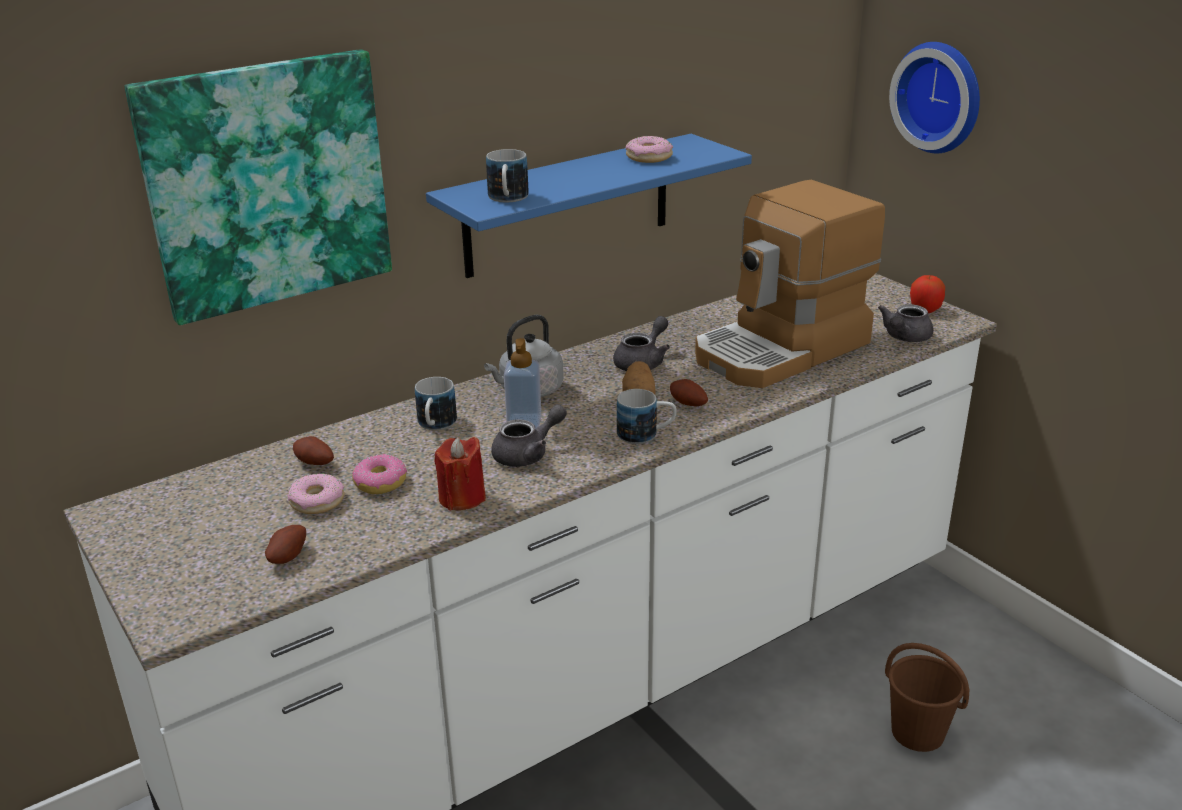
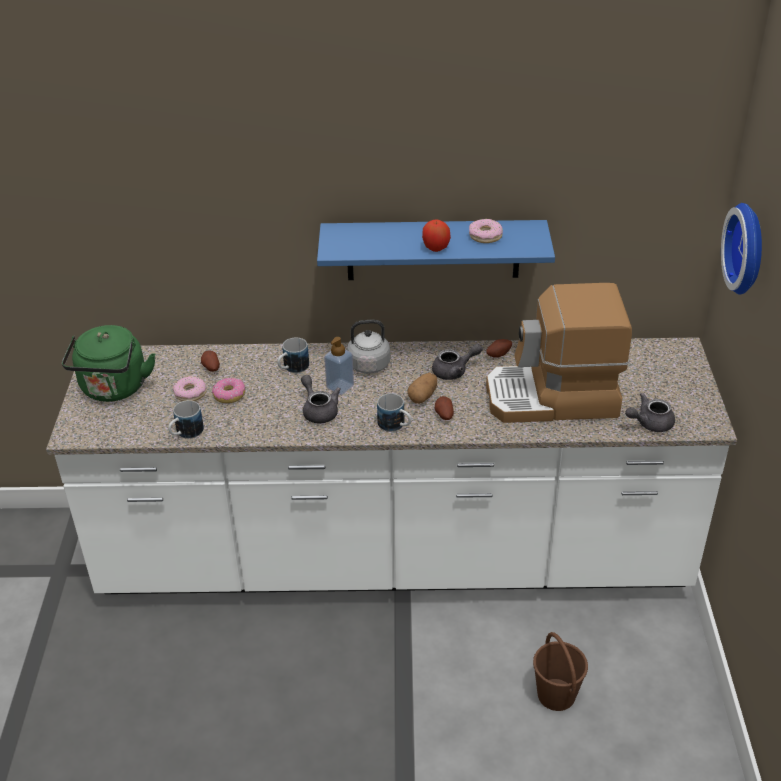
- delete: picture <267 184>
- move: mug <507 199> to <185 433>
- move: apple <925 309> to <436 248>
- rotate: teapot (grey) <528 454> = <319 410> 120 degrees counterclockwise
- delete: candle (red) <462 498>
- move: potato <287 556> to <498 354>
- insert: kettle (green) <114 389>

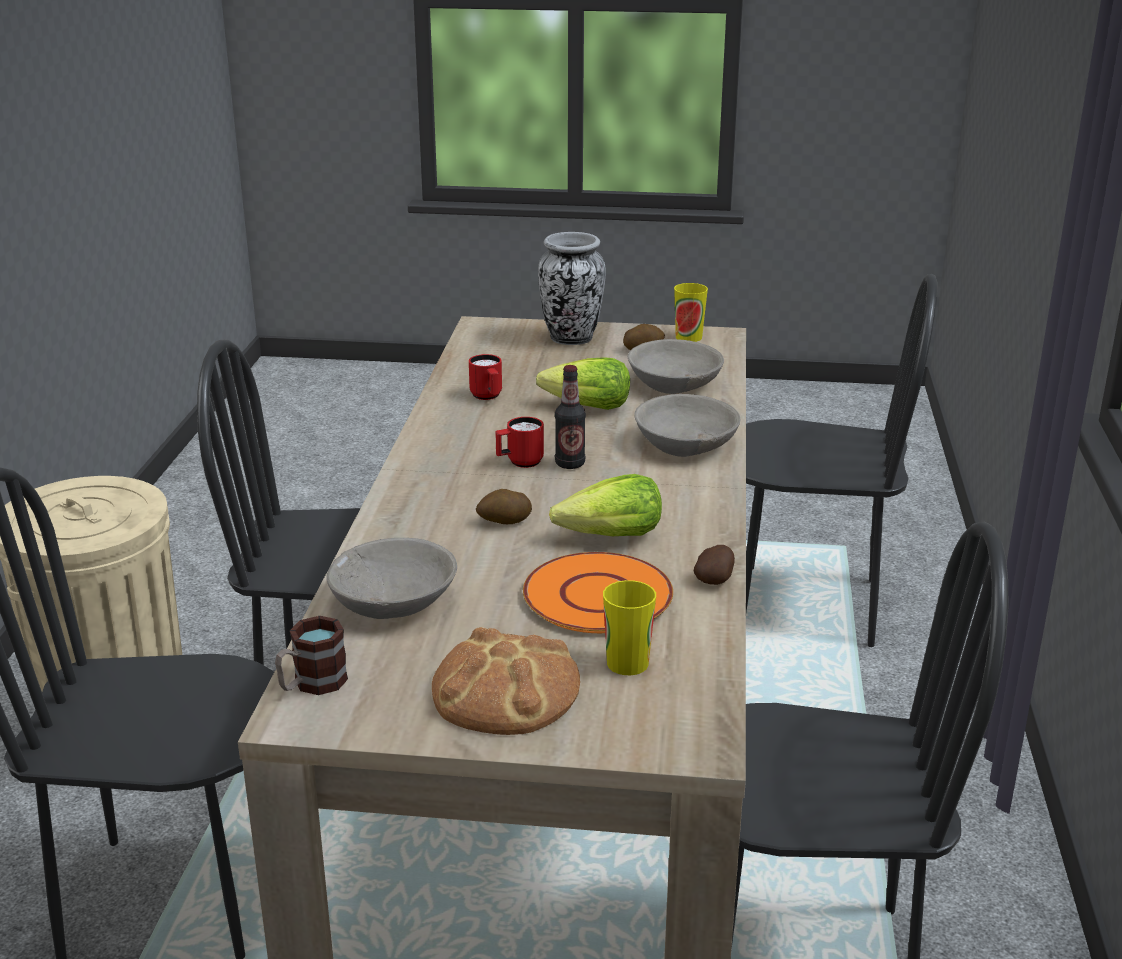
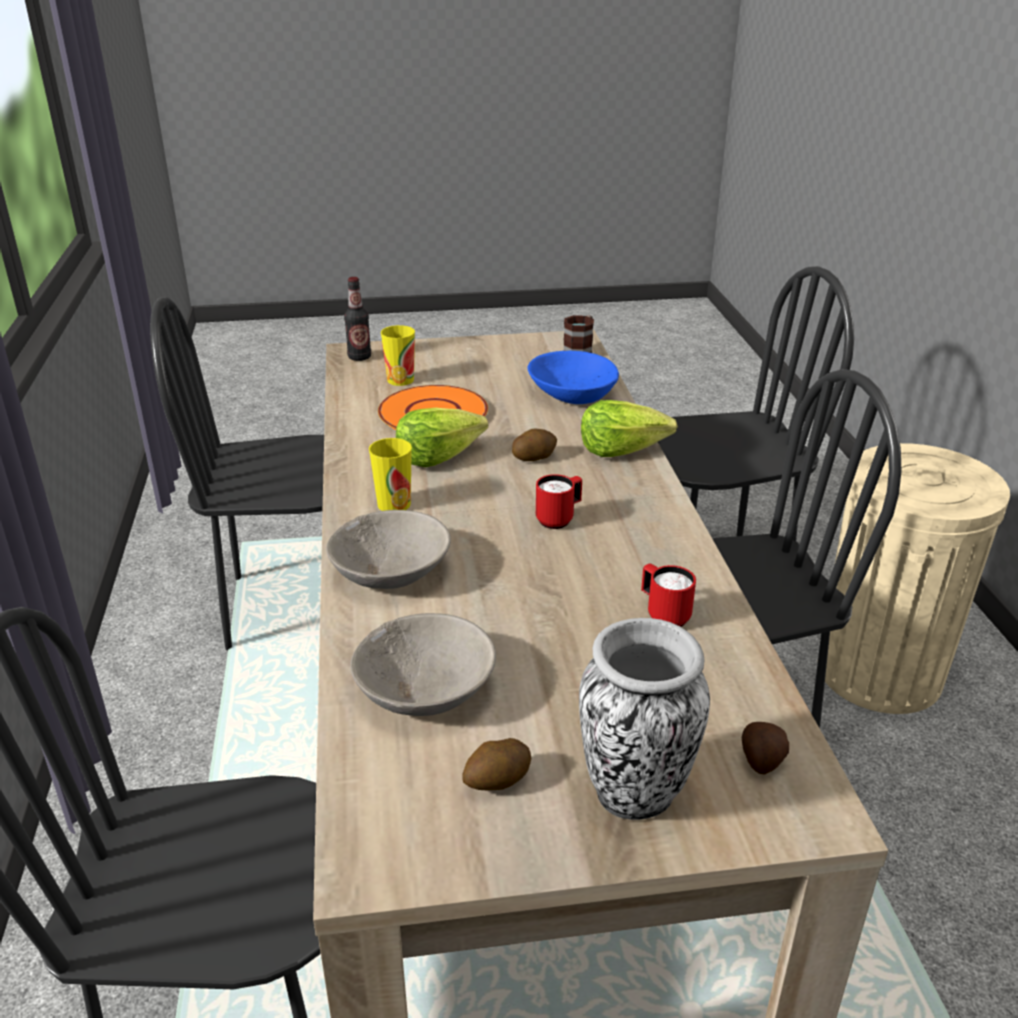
- move: cup <688 337> to <394 504>
- move: lettuce <587 407> to <621 449>
- move: bottle <570 464> to <359 357>
- recolor: bowl (grey) <394 601> to bowl (blue) <572 393>
- move: potato <715 580> to <761 761>
- delete: bread <505 690>

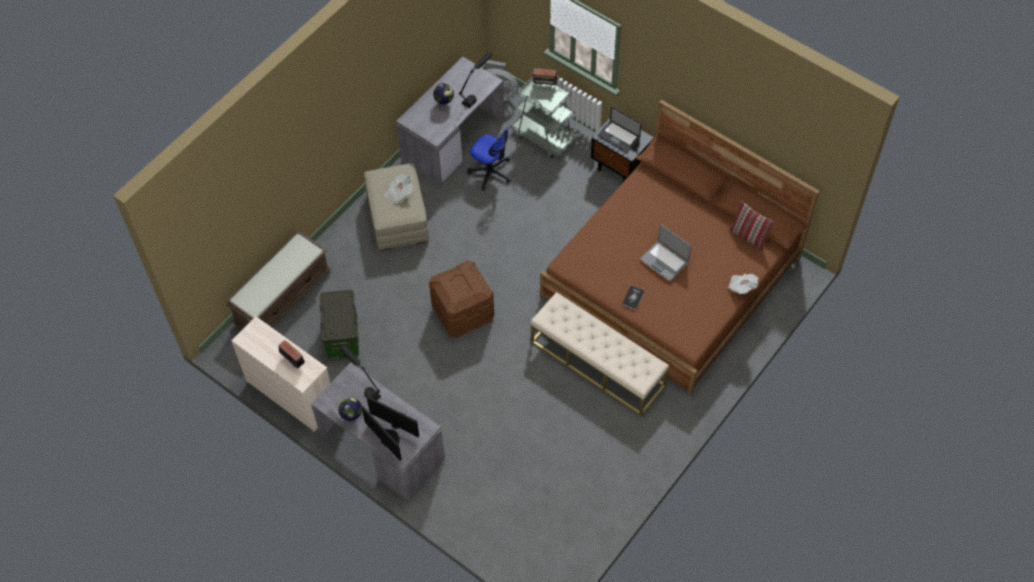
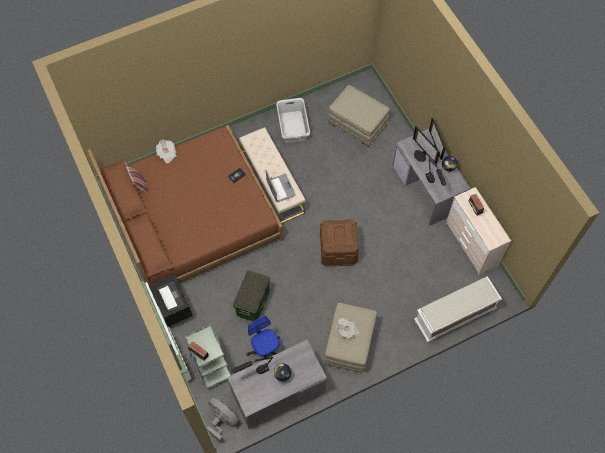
- move: laptop <664 261> to <280 188>
- recolor: bench (brown) <283 297> to bench (white) <454 316>
- move: storage box <342 336> to <253 304>
- insert: ottoman (beige) <358 123>
- insert: laundry basket (grey) <293 126>

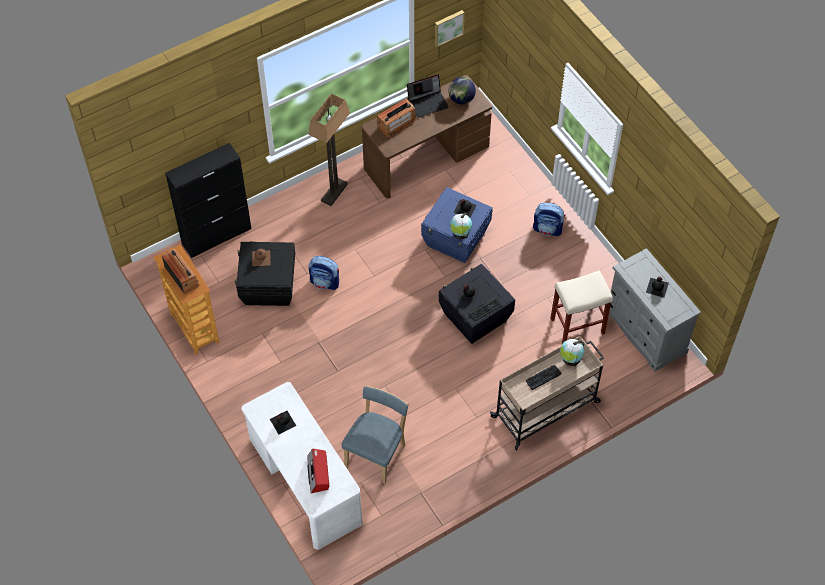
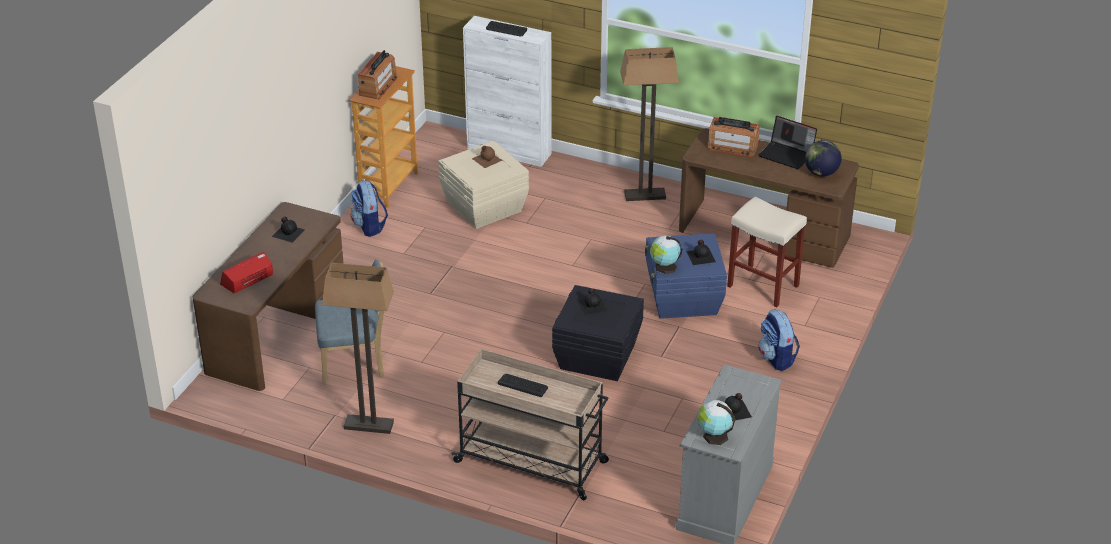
- delete: picture <448 27>
- recolor: cabinet (black) <217 235> to cabinet (white) <509 151>
- recolor: storage box (black) <268 287> to storage box (beige) <483 207>
- move: backpack <325 282> to <369 226>
- move: stool (beige) <577 326> to <762 286>
- move: keyboard <485 309> to <506 29>
- move: globe <570 359> to <714 436>
- recolor: desk (white) <304 482> to desk (brown) <276 330>
- insert: floor lamp <369 425>

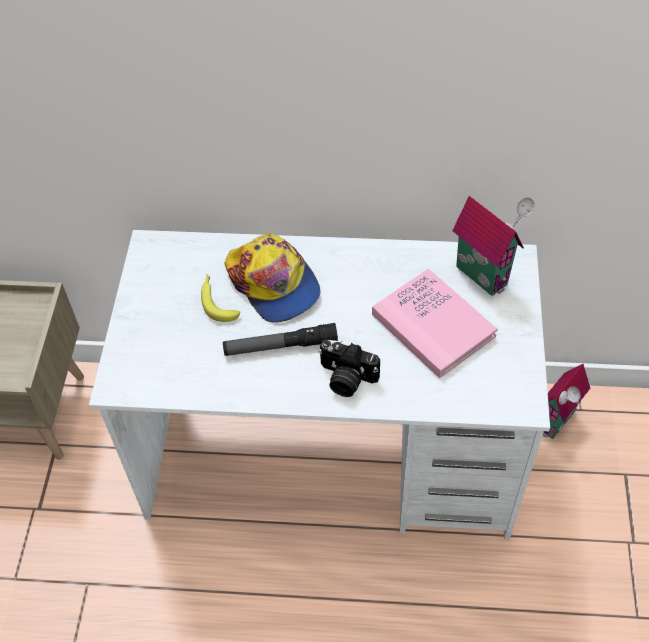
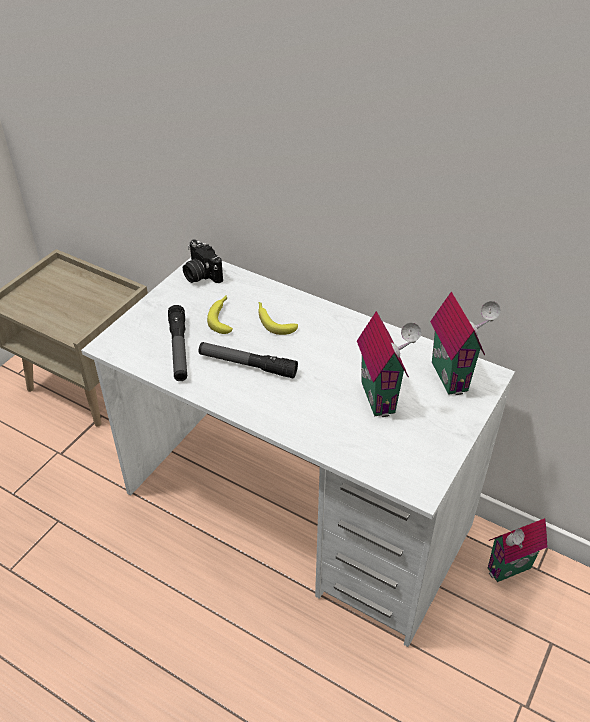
- replace: cap <274 284> to banana <273 321>
- replace: book (pink) <433 325> to toy house <381 397>
- move: photo camera <346 379> to <200 275>
- insert: flashlight <179 349>

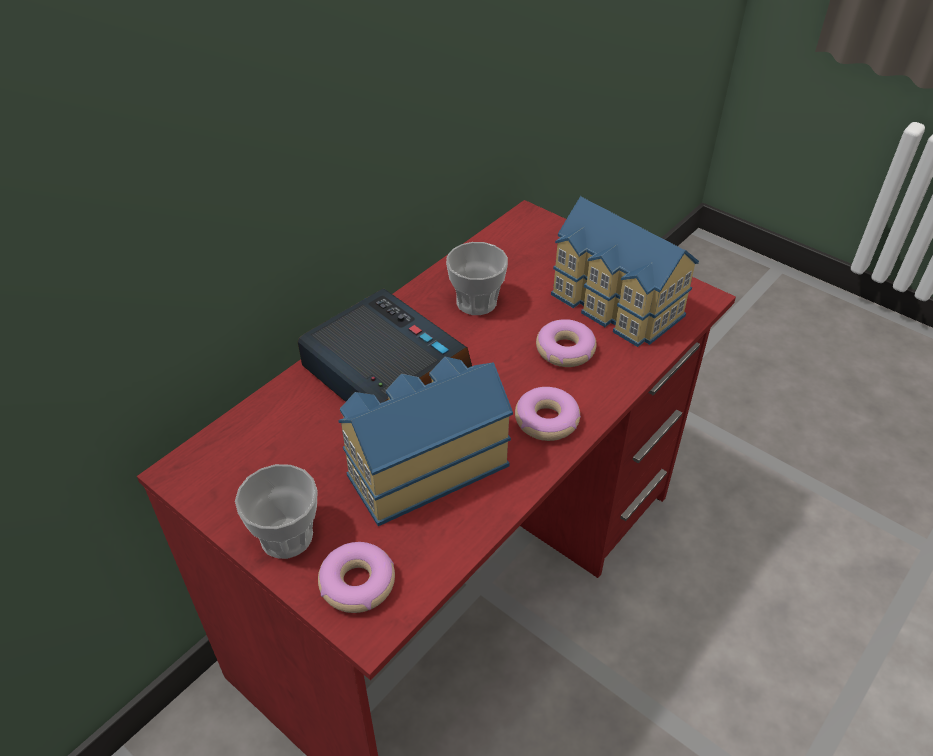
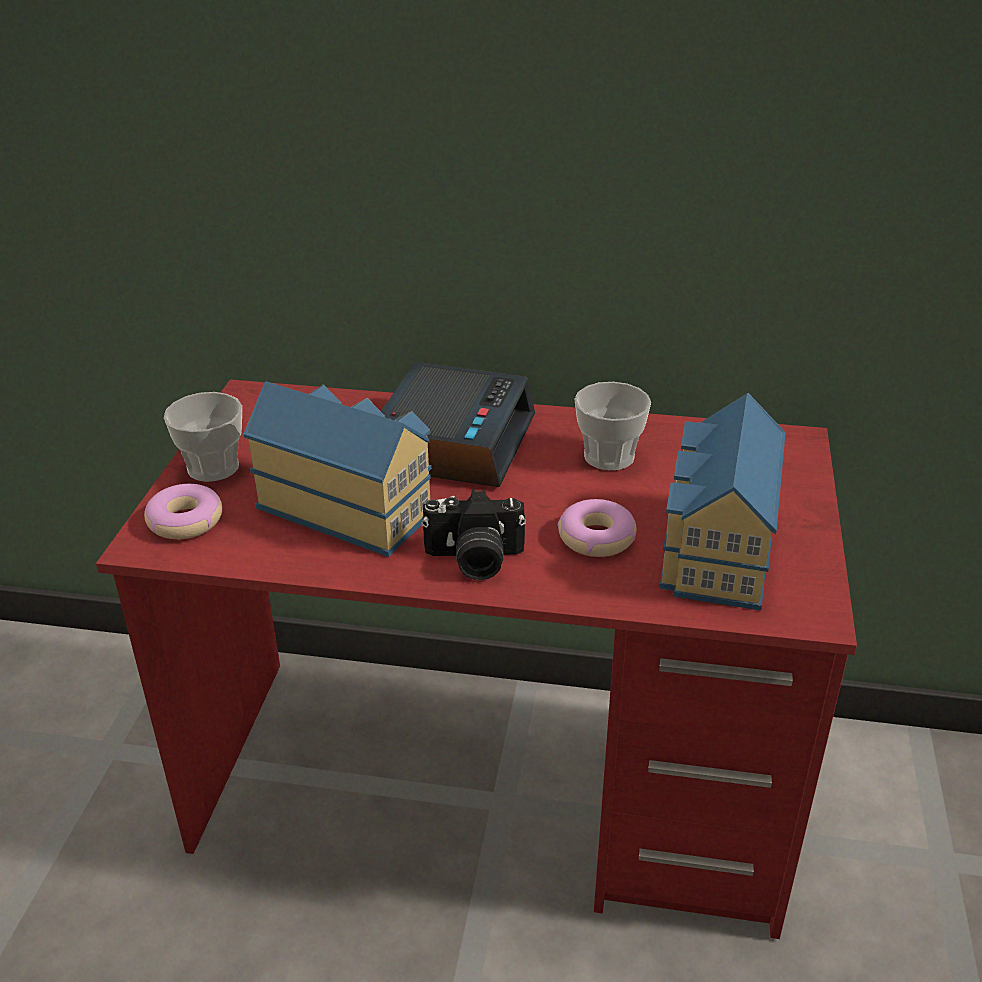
- replace: donut <547 420> to photo camera <474 560>

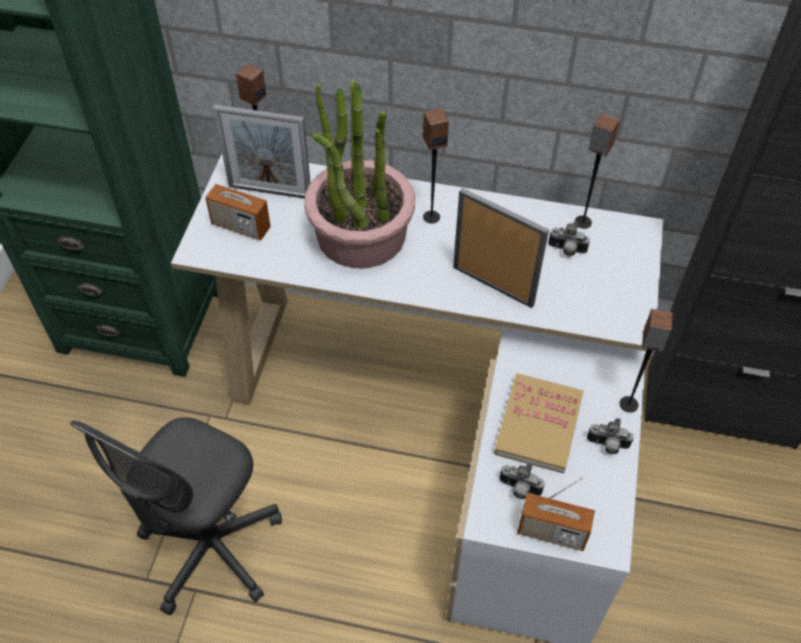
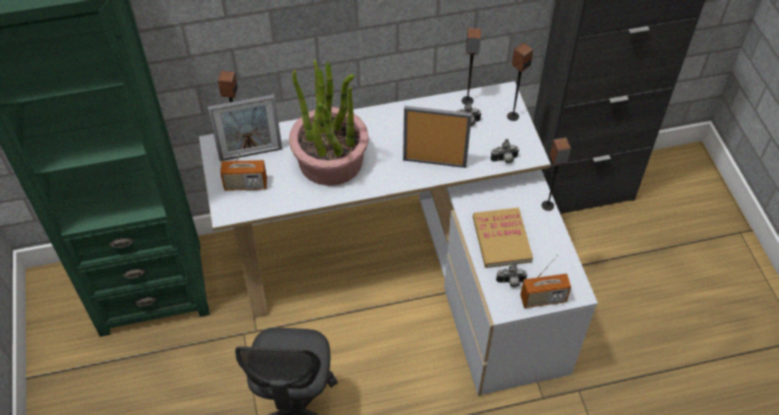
- move: speaker <431 216> to <512 116>
- move: photo camera <607 446> to <504 160>

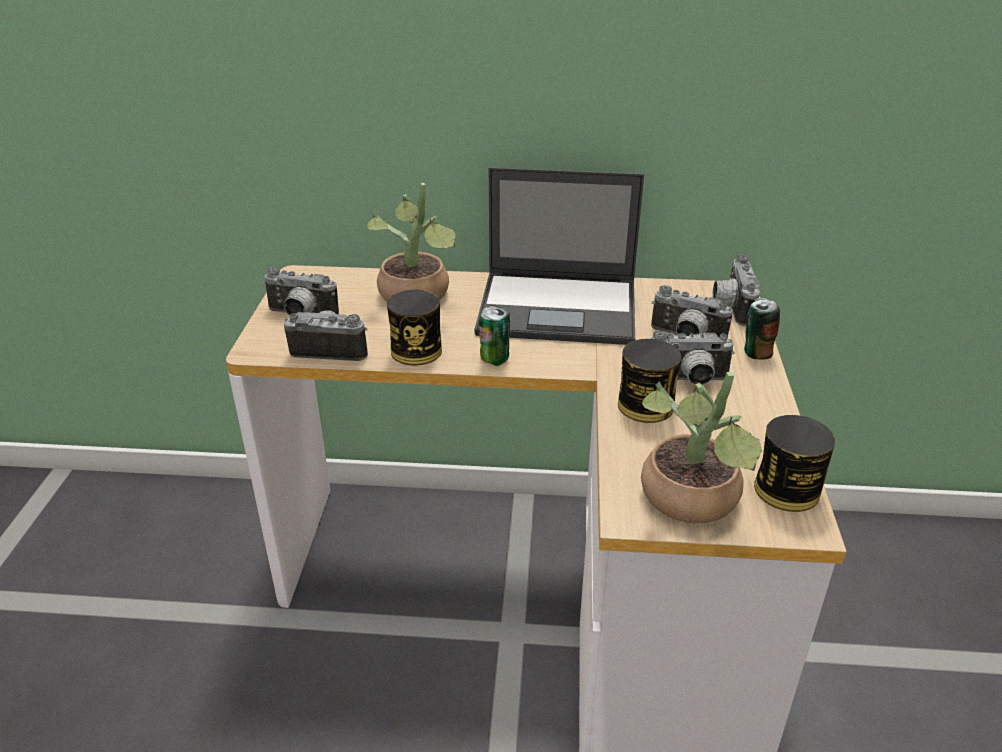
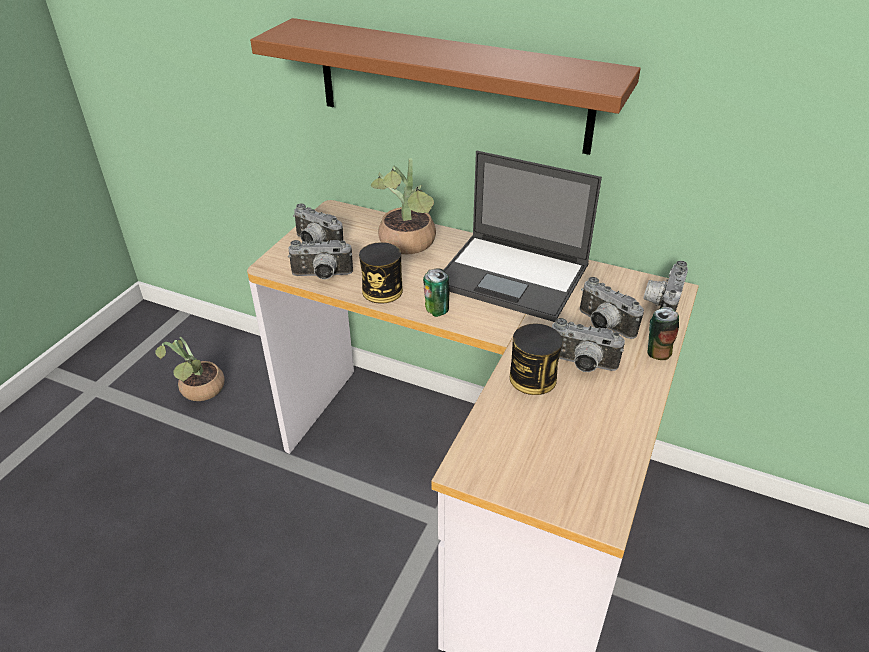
- rotate: photo camera <331 349> = <322 276> 150 degrees clockwise
- move: potted plant <691 504> to <199 392>
- delete: can <786 490>
- insert: shelf (brown) <451 85>

